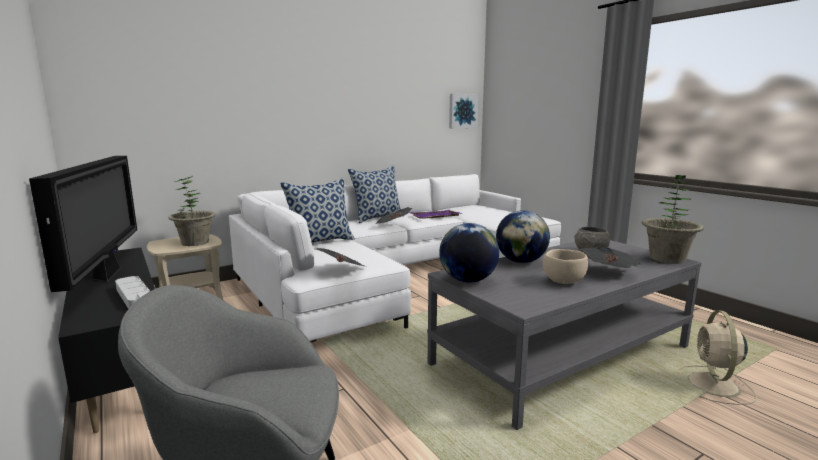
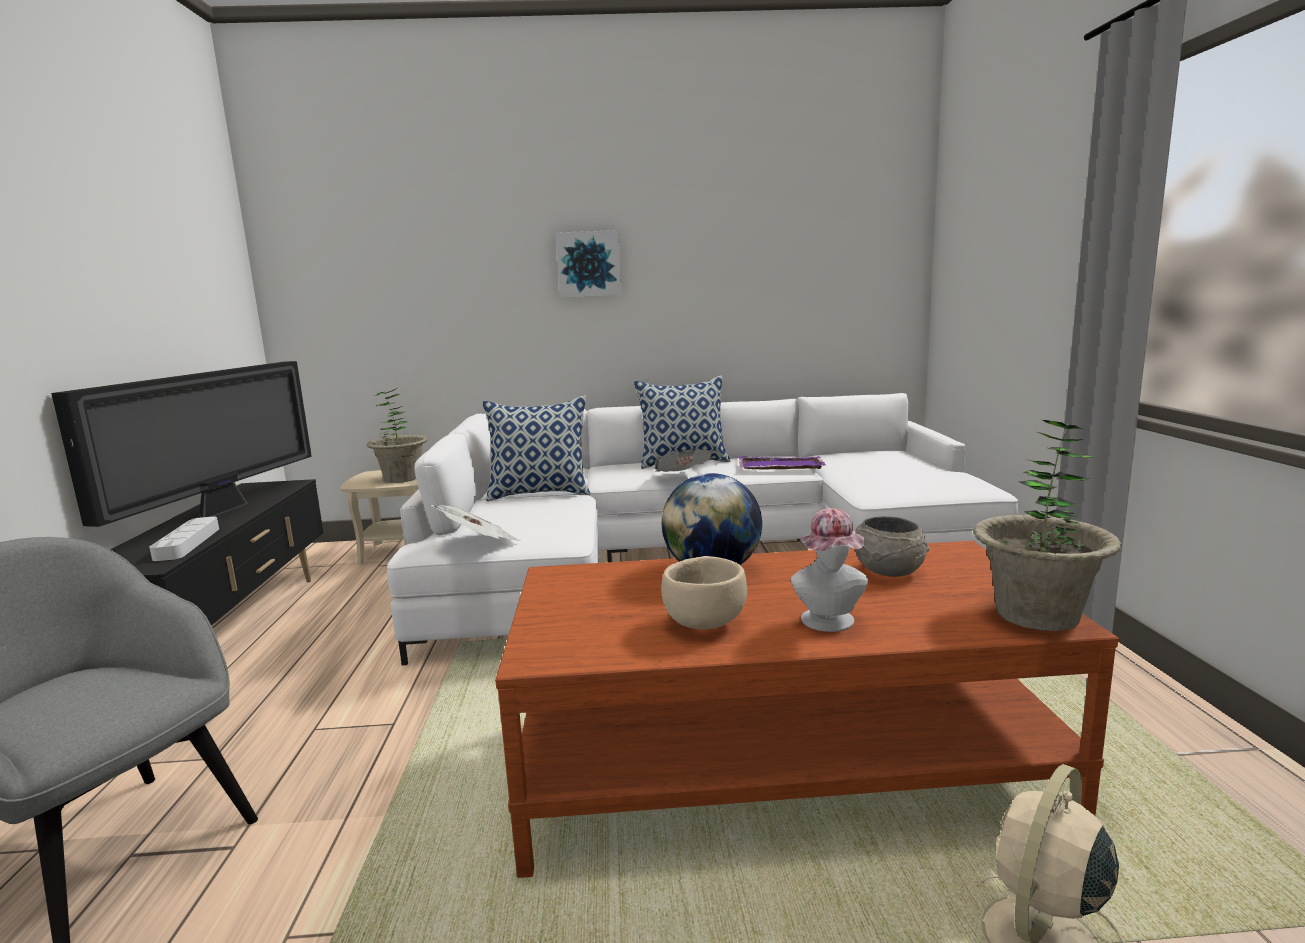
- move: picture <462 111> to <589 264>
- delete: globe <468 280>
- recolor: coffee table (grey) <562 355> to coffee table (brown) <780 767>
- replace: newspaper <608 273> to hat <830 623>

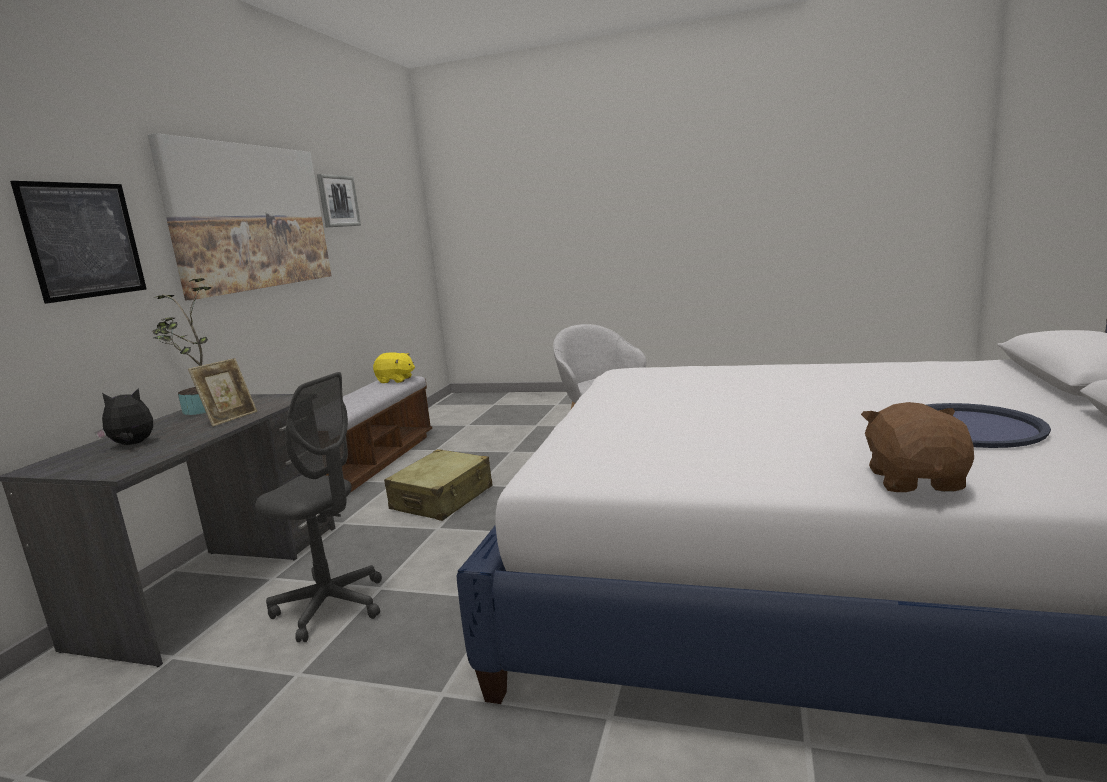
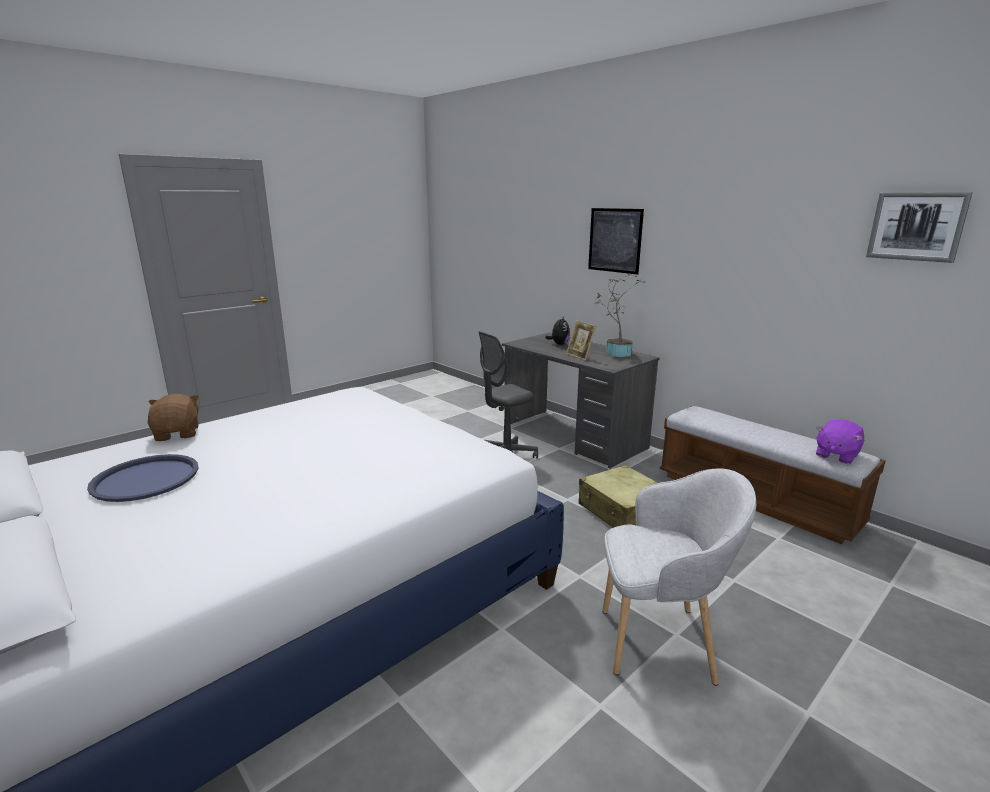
- delete: picture <251 217>
- recolor: plush toy (yellow) <395 380> to plush toy (purple) <836 455>
- rotate: plush toy (brown) <915 481> = <178 434> 150 degrees counterclockwise

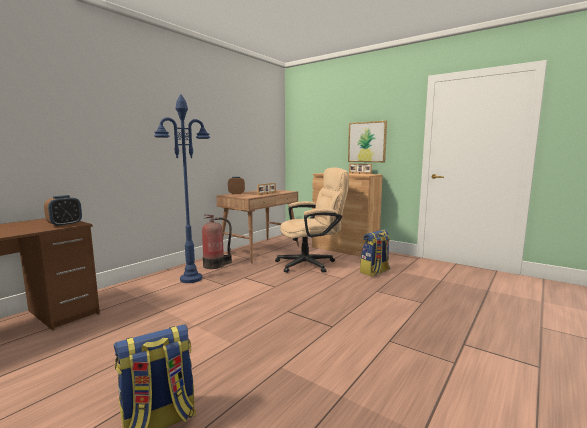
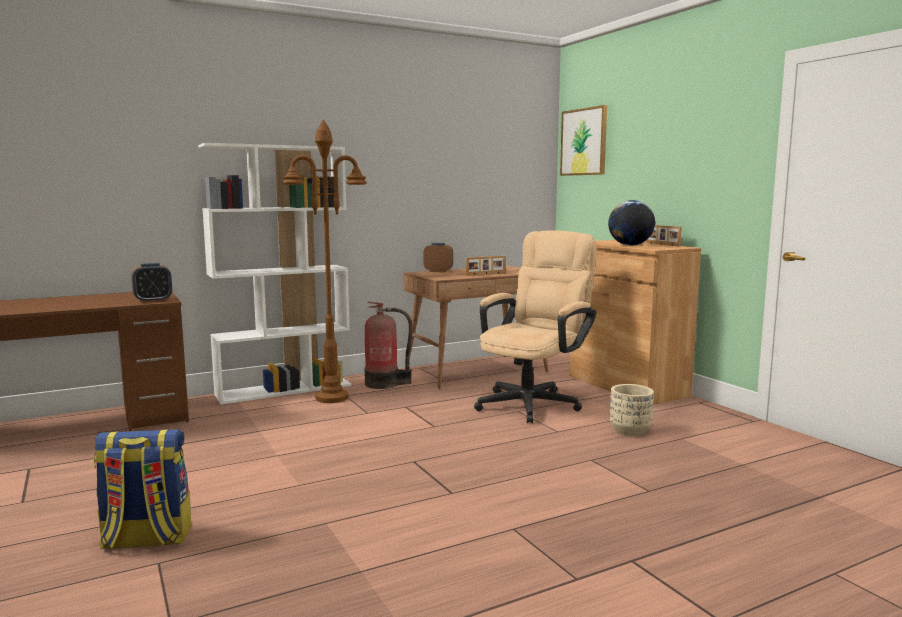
- recolor: floor lamp (blue) <191 279> to floor lamp (brown) <331 398>
- move: picture <367 142> to <584 142>
- rotate: office chair (beige) <311 264> = <533 402> 60 degrees counterclockwise
- replace: backpack <375 272> to planter (beige) <630 431>
- insert: bookcase (white) <284 389>
- insert: globe <630 245>

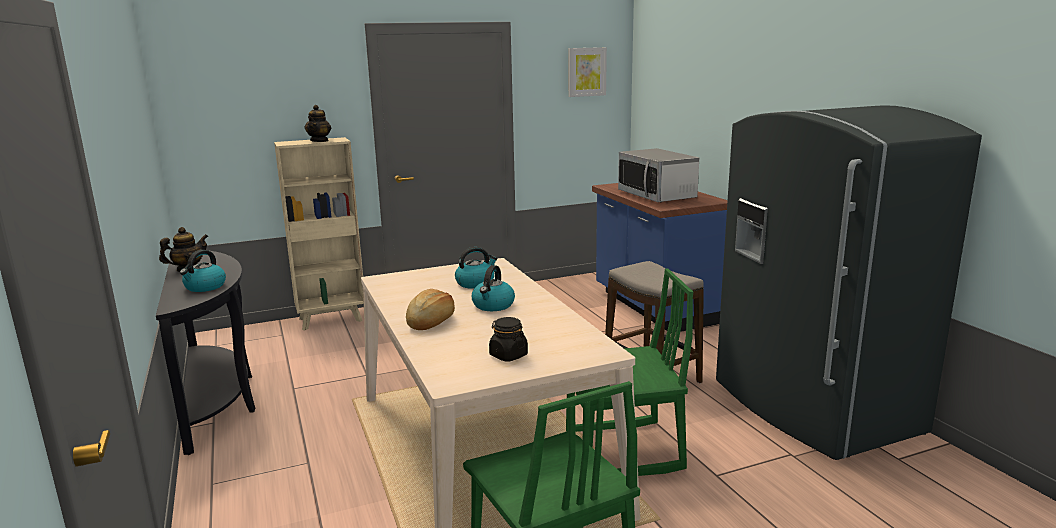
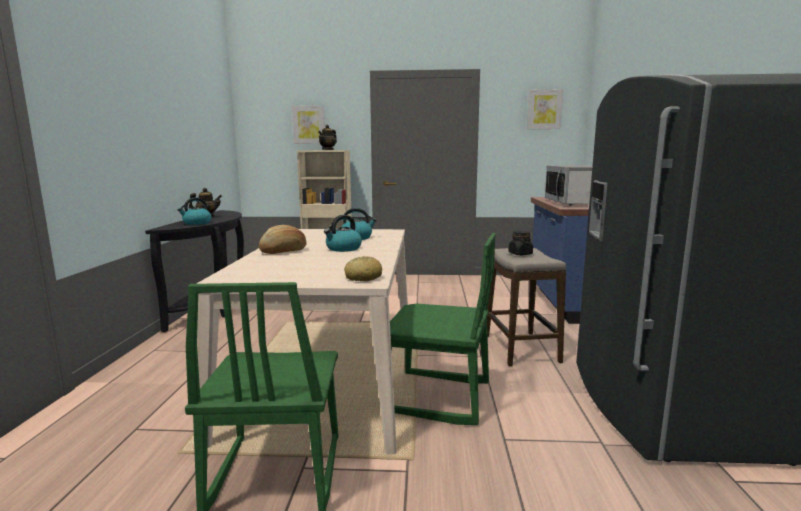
- move: jar (black) <508 355> to <520 254>
- insert: picture <309 125>
- insert: bread <363 277>

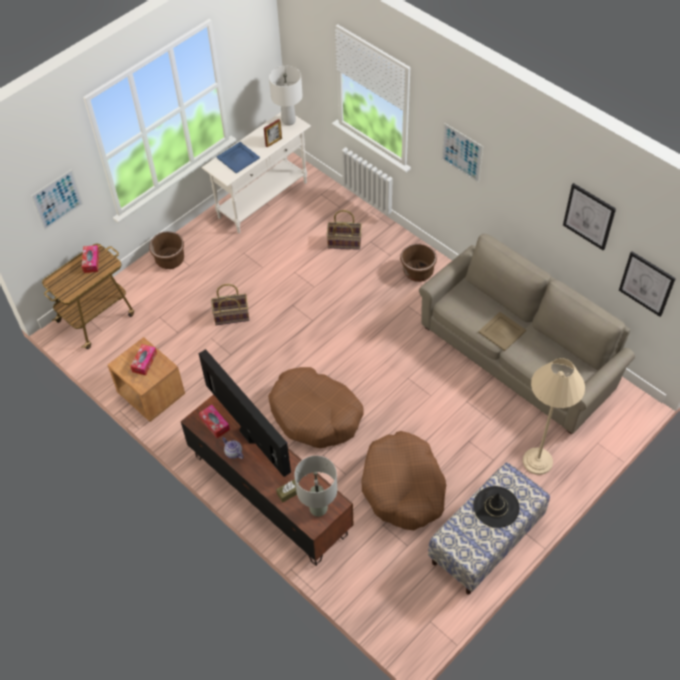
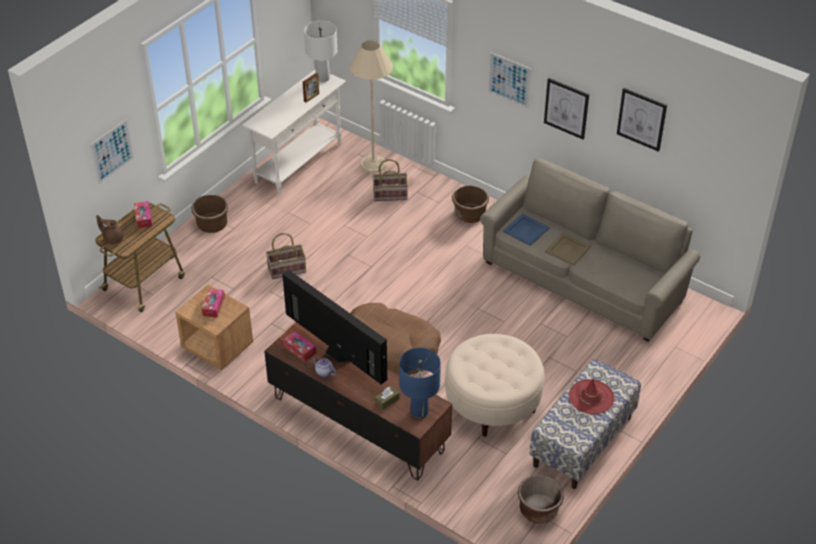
- move: tray (blue) <238 158> to <526 230>
- move: picture <646 283> to <566 108>
- move: floor lamp (beige) <537 461> to <373 164>
- replace: dog bed (brown) <403 487> to ottoman (beige) <492 403>
- recolor: table lamp (grey) <318 508> to table lamp (blue) <419 411>
- recolor: hat (black) <496 507> to hat (red) <591 397>
- insert: teapot (brown) <113 238>
- insert: planter (brown) <538 510>

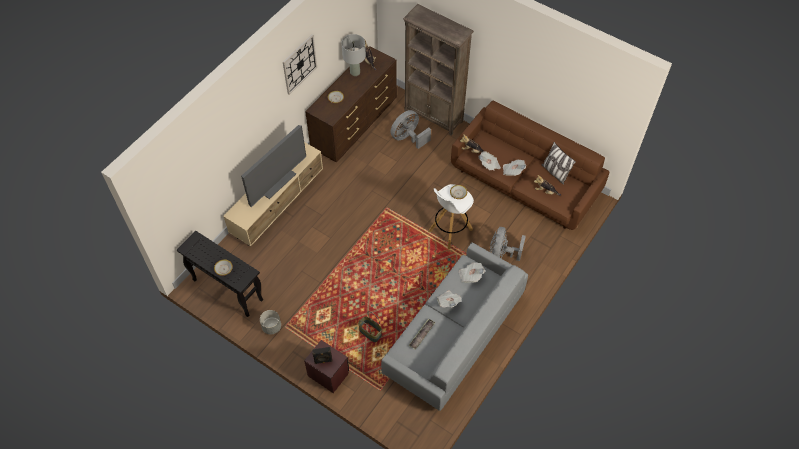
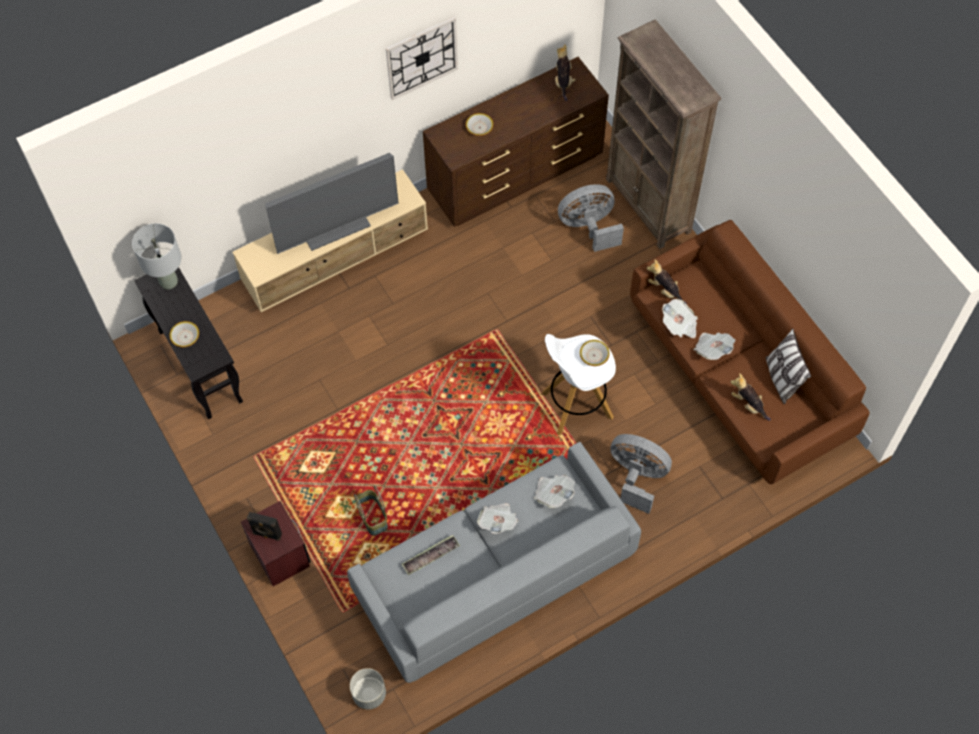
- move: table lamp (grey) <355 72> to <169 282>
- rotate: fan (grey) <501 254> = <637 477> 75 degrees clockwise
- move: planter (grey) <271 327> to <369 694>

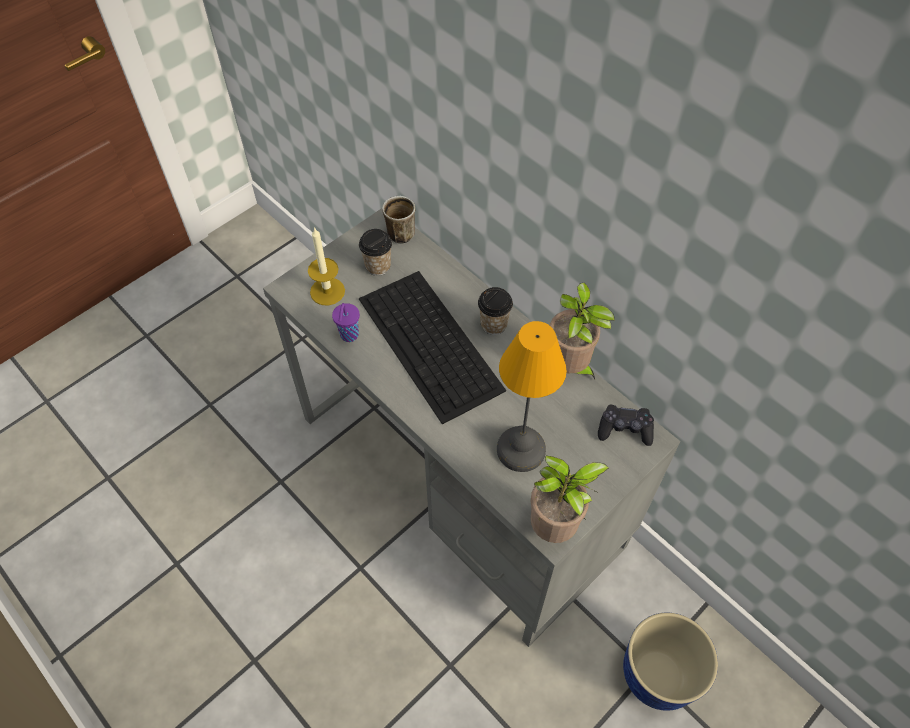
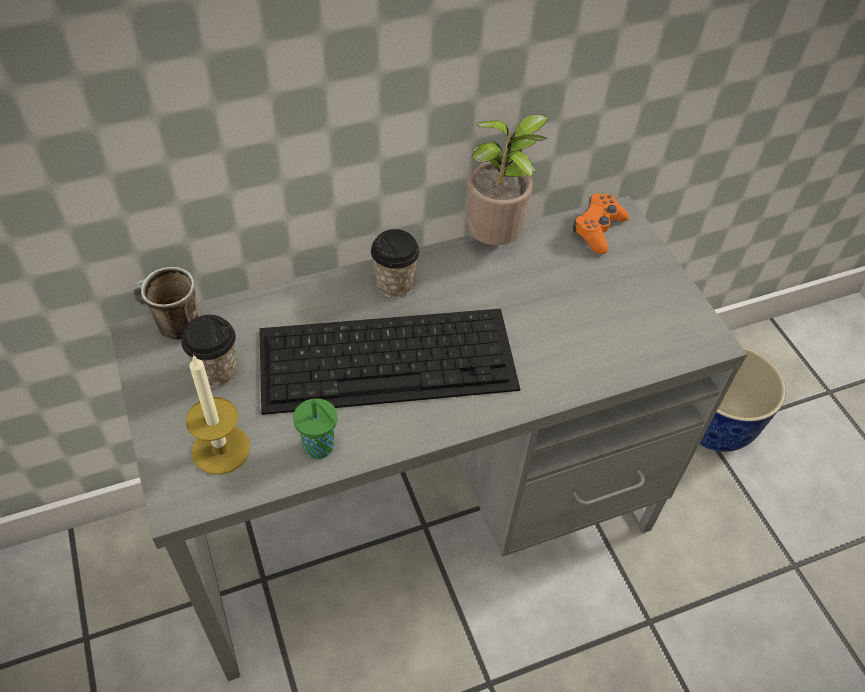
- recolor: cup (purple) <349 336> to cup (green) <320 448>
- delete: table lamp <521 448>
- recolor: game controller (black) <624 429> to game controller (orange) <598 230>
- delete: potted plant <556 528>

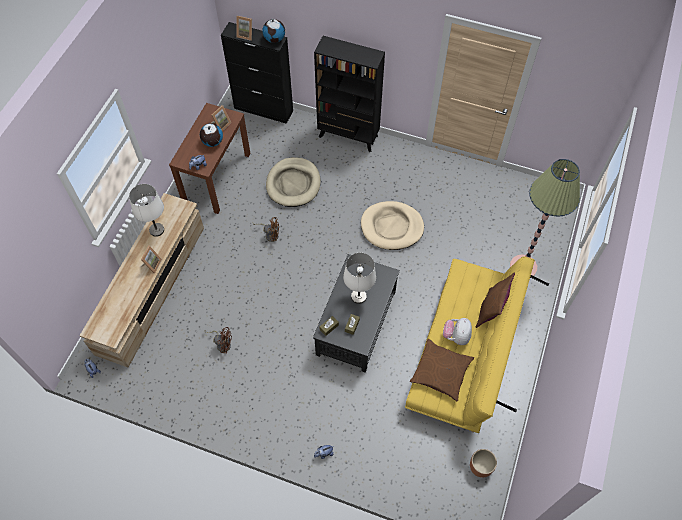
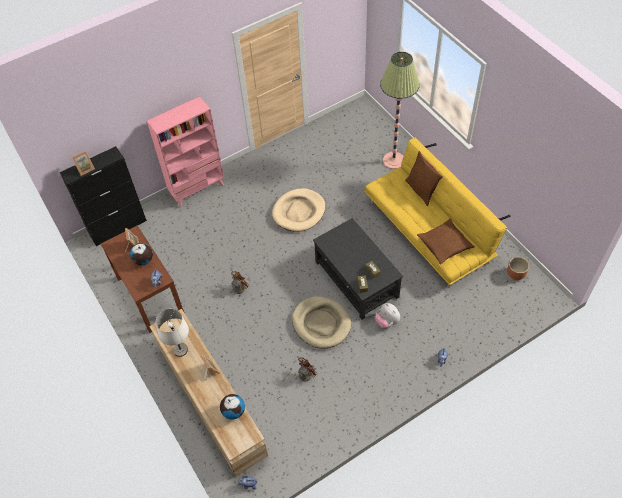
- move: globe <275 39> to <233 411>
- recolor: bookcase (black) <348 136> to bookcase (pink) <198 190>
- move: dog bed (beige) <293 184> to <321 323>
- delete: table lamp (white) <358 297>
- move: plush toy <456 336> to <387 321>

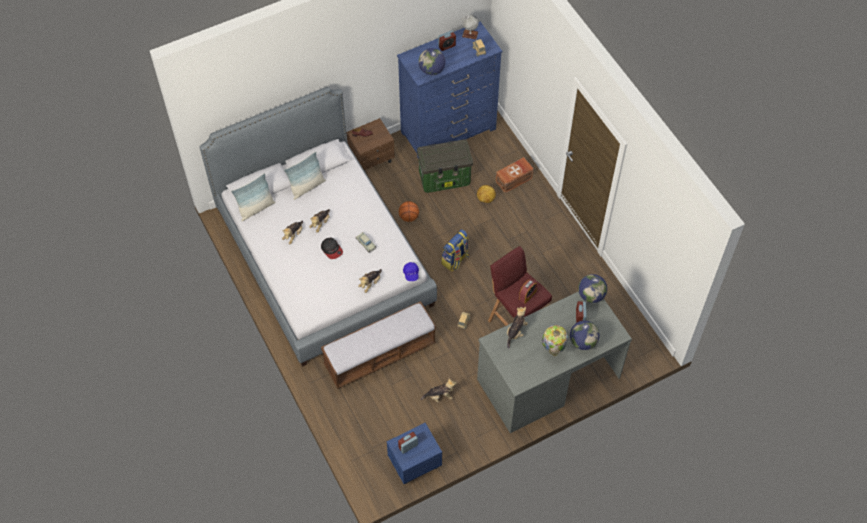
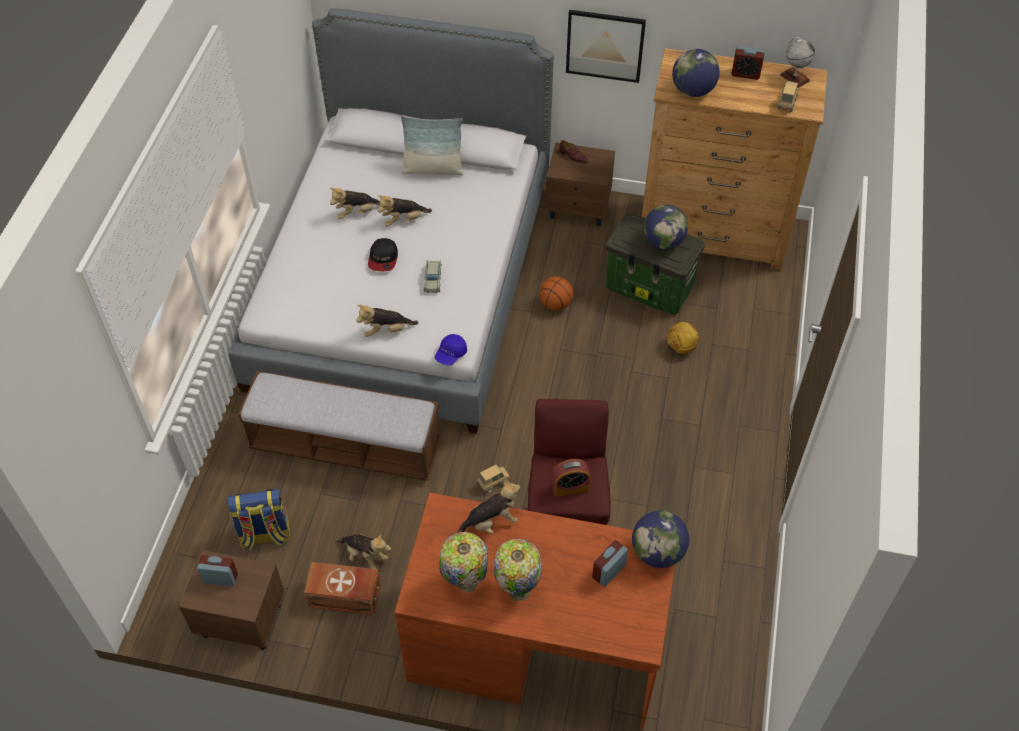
- recolor: dresser (blue) <448 131> to dresser (brown) <713 234>
- move: storage box (brown) <514 180> to <345 597>
- delete: pillow <256 208>
- move: backpack <455 260> to <264 534>
- recolor: desk (grey) <547 378> to desk (brown) <535 645>
- move: globe <583 342> to <663 241>
- recolor: nightstand (blue) <414 464> to nightstand (brown) <241 619>
- insert: picture <605 45>
- insert: table lamp <465 582>

